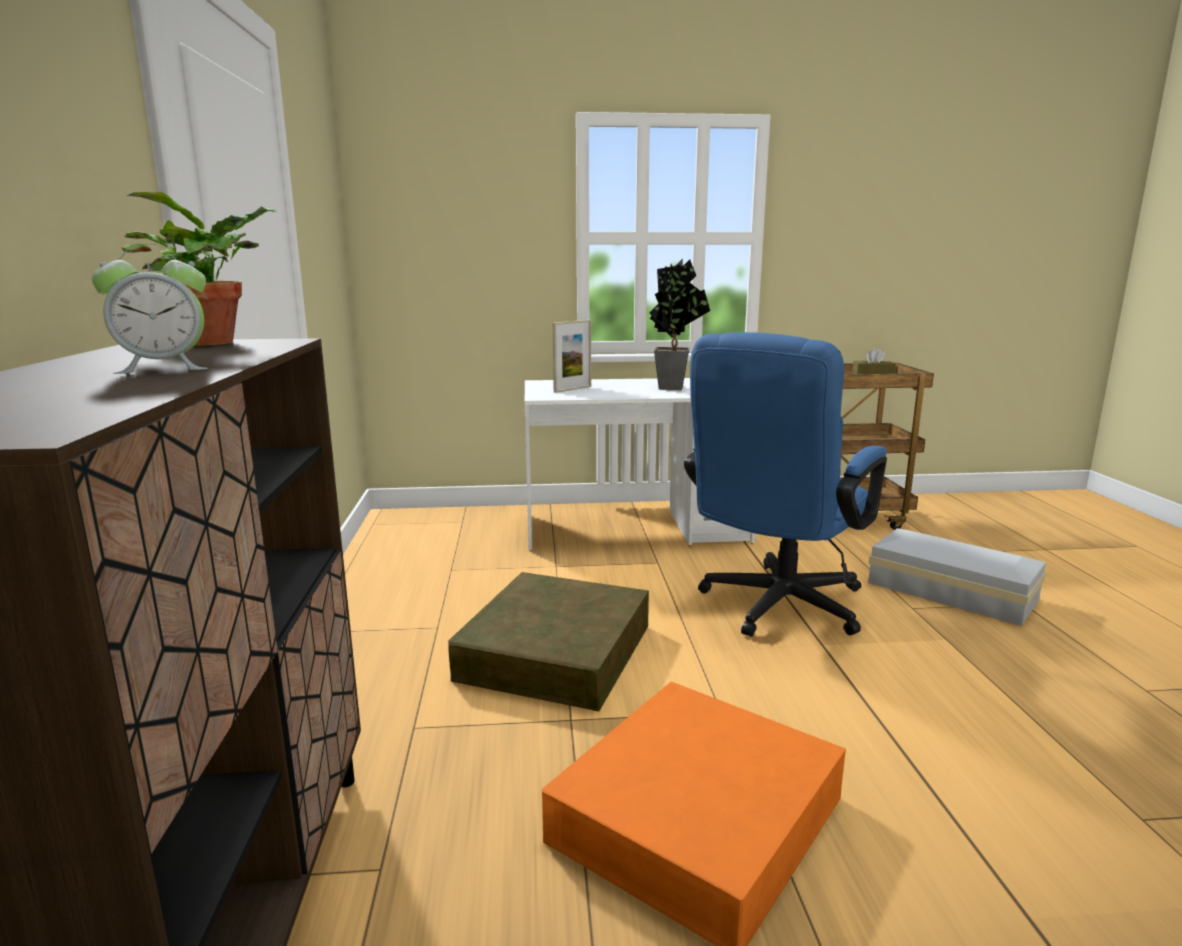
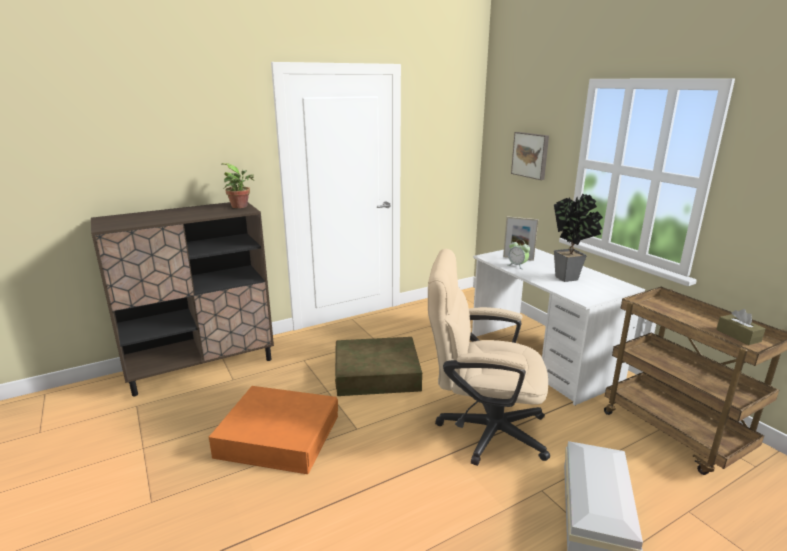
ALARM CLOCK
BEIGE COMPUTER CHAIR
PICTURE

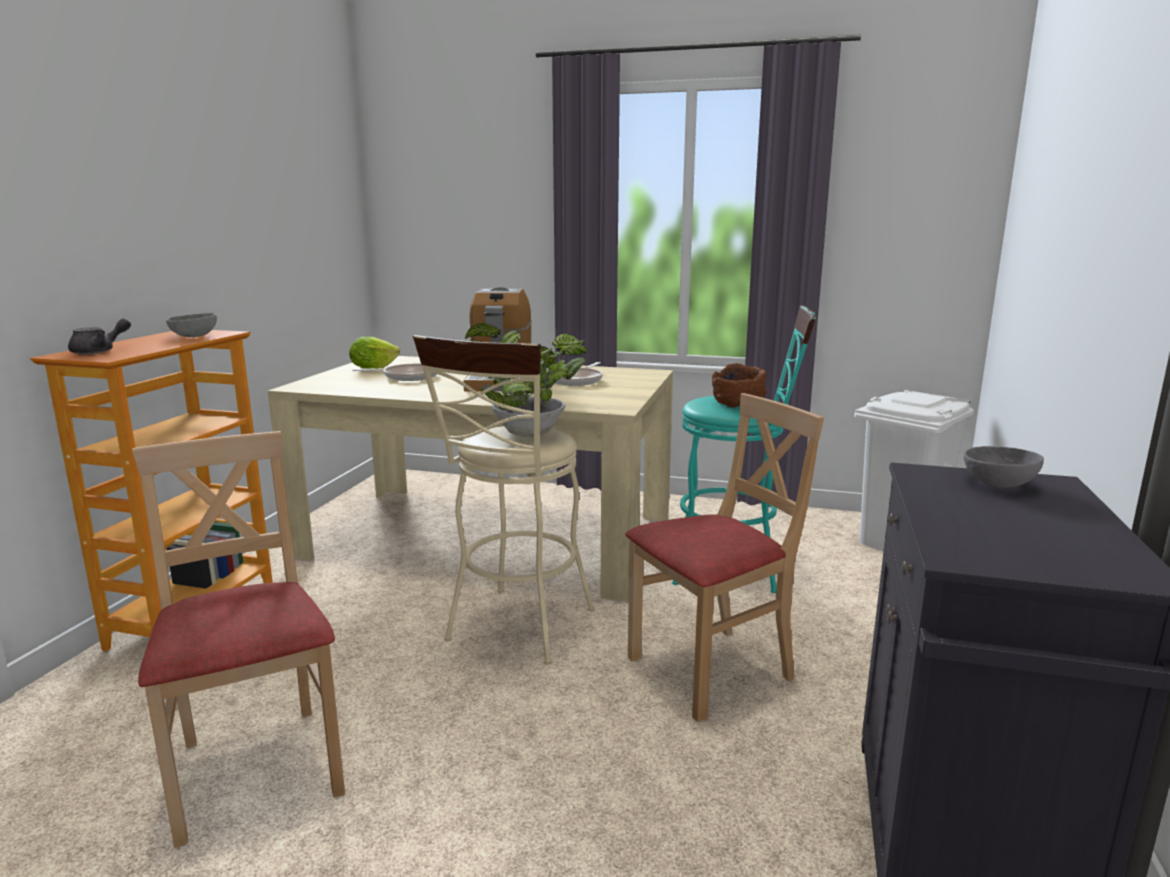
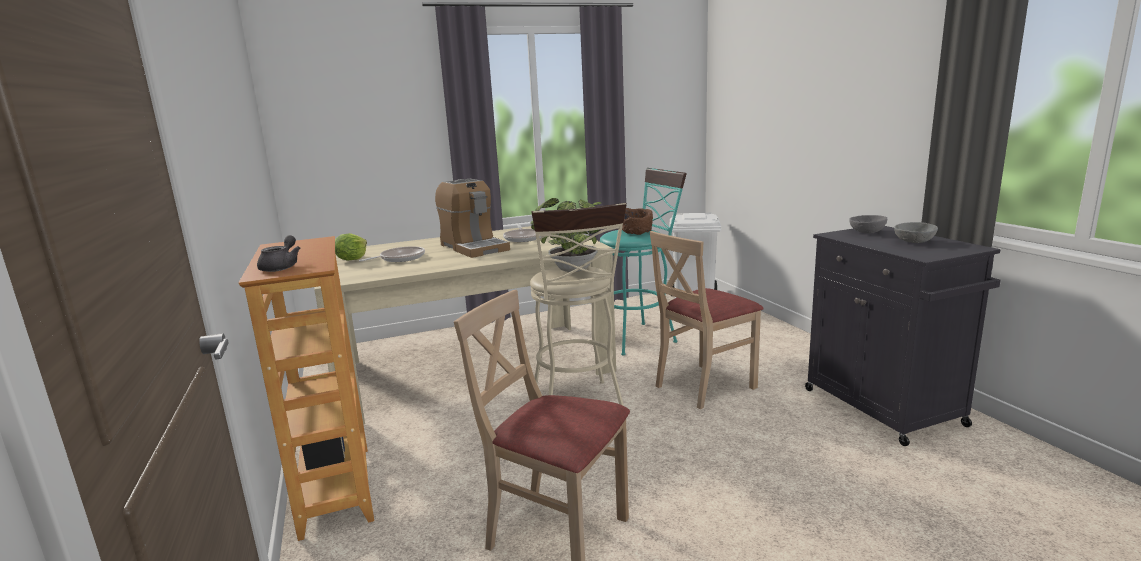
GRAY DEEP DISH (no. 2 from left)
BEIGE PLAIN CHAIR (no. 2 from left)

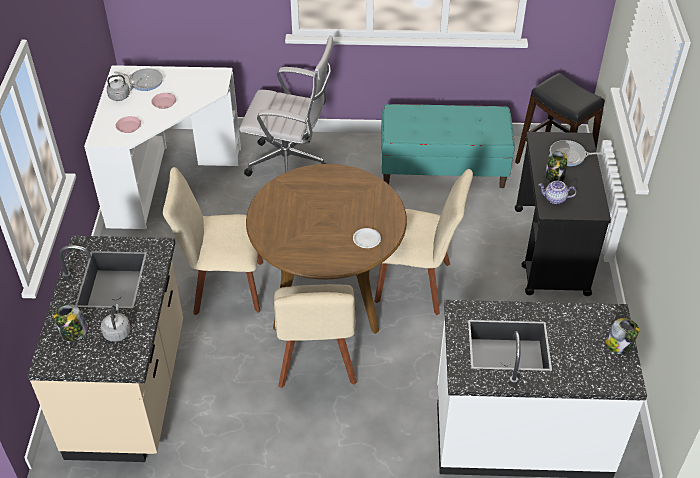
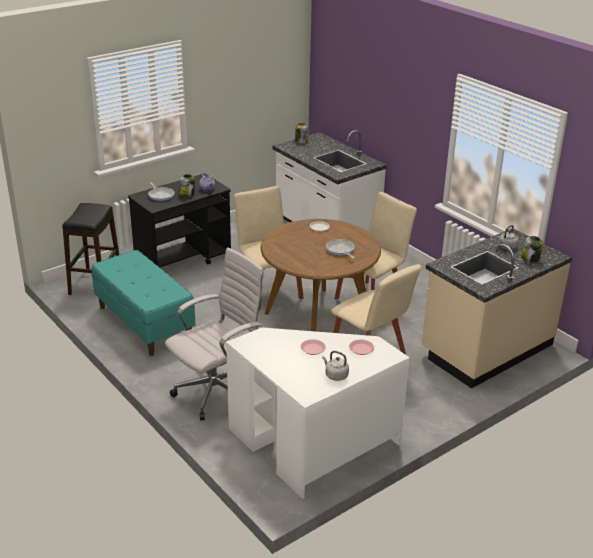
WHITE-COLOURED COMPUTER CHAIR
FRYING PAN (no. 2 from left)

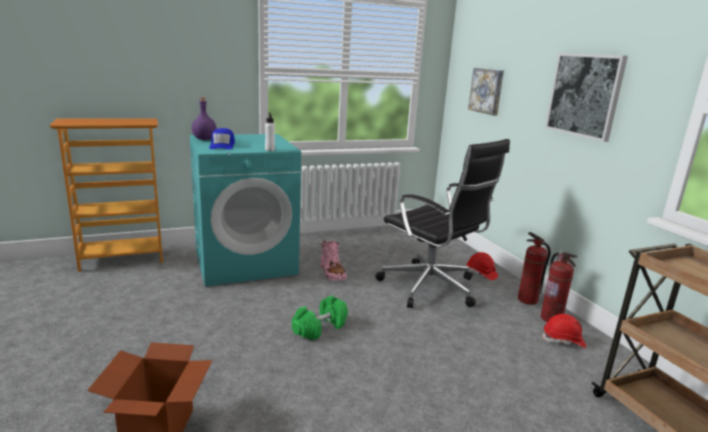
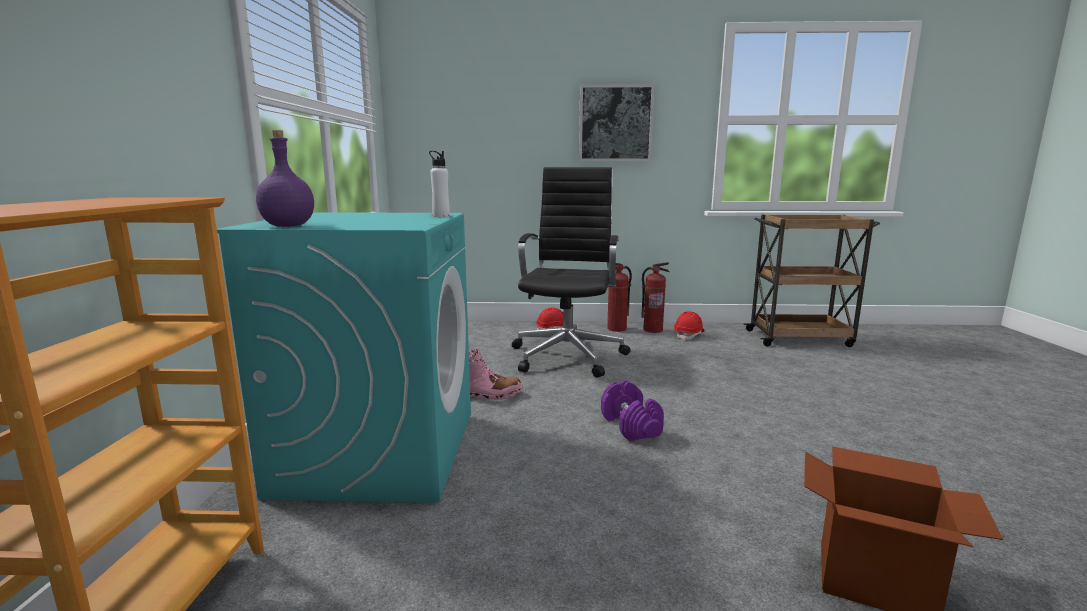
PICTURE (no. 1 from left in the first image)
BLUE PEAKED CAP
BLACKISH COMPUTER CHAIR
PURPLE-COLOURED FREE WEIGHT

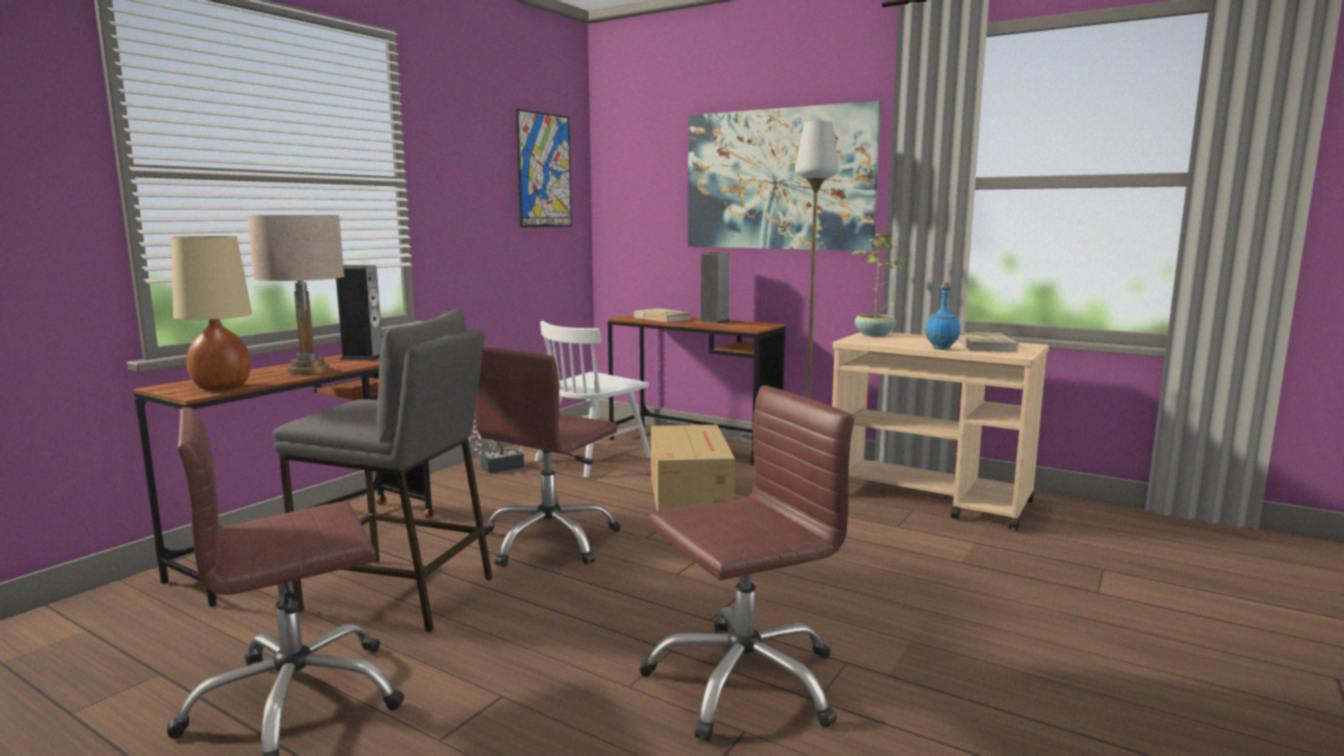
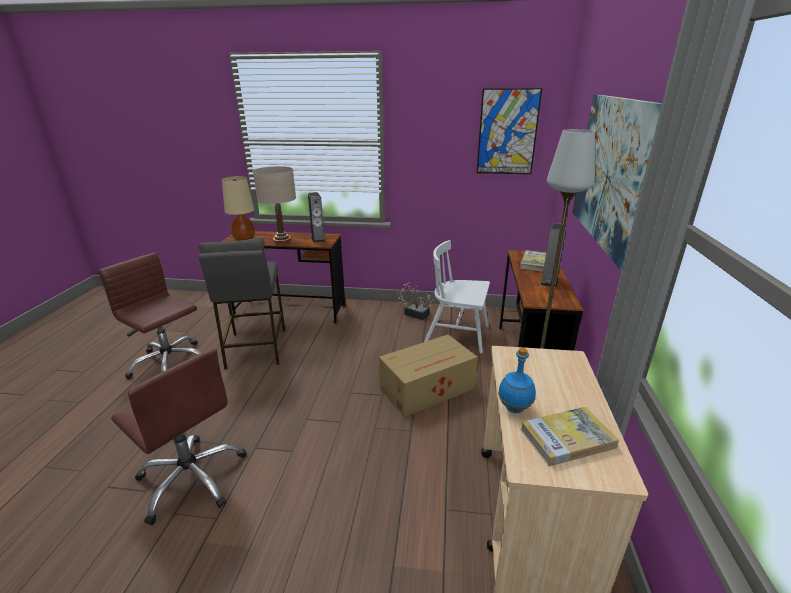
HOUSEPLANT (no. 2 from left in the first image)
BROWN-COLOURED COMPUTER CHAIR (no. 2 from left in the first image)

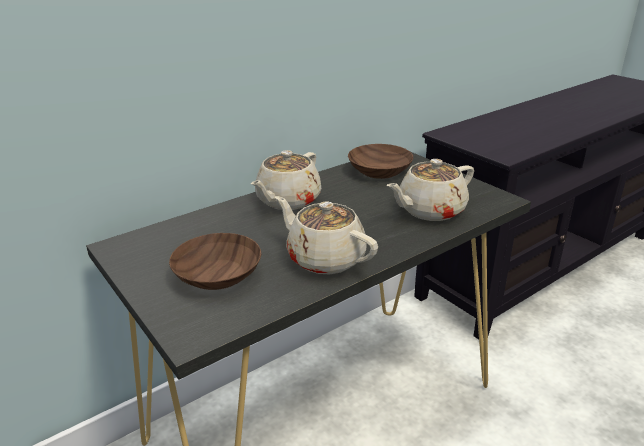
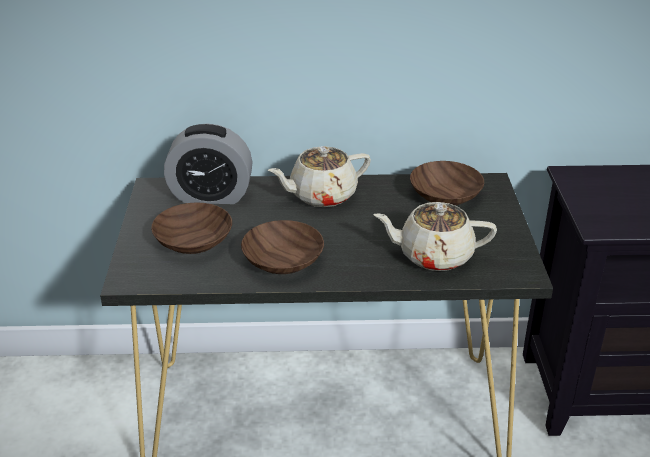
BROWN-COLOURED DEEP DISH (no. 2 from left)
ALARM CLOCK

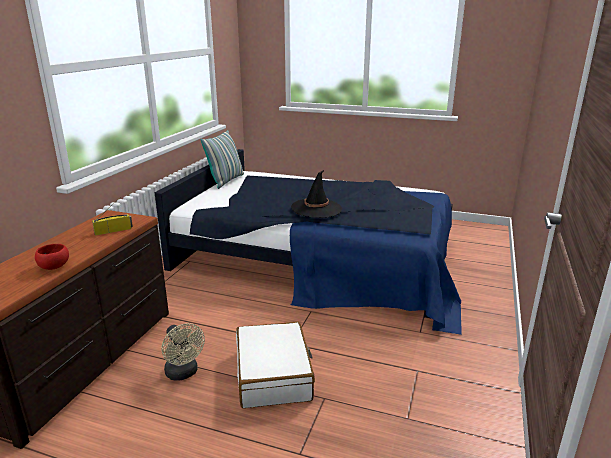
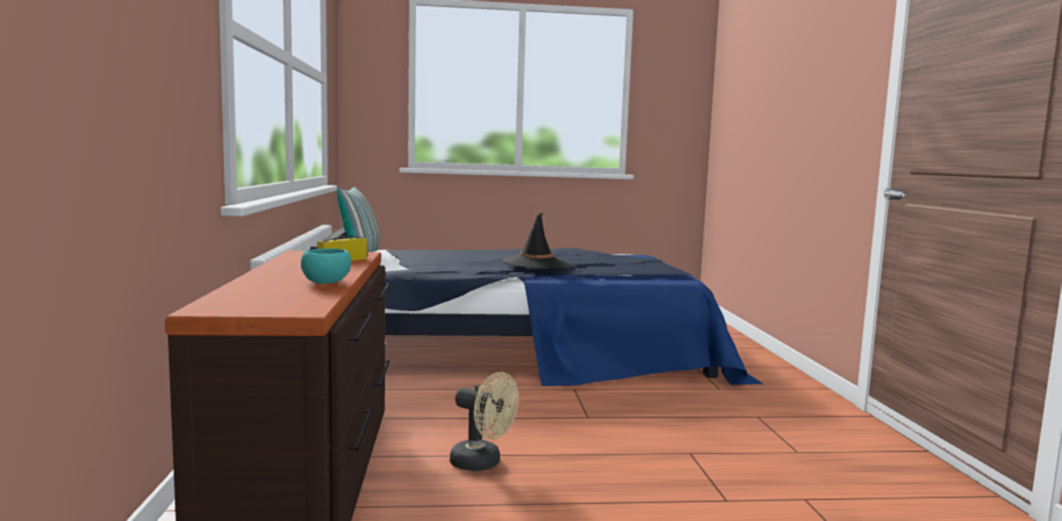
BLUE-GREEN DEEP DISH
WHITE-COLOURED PIECE OF LUGGAGE

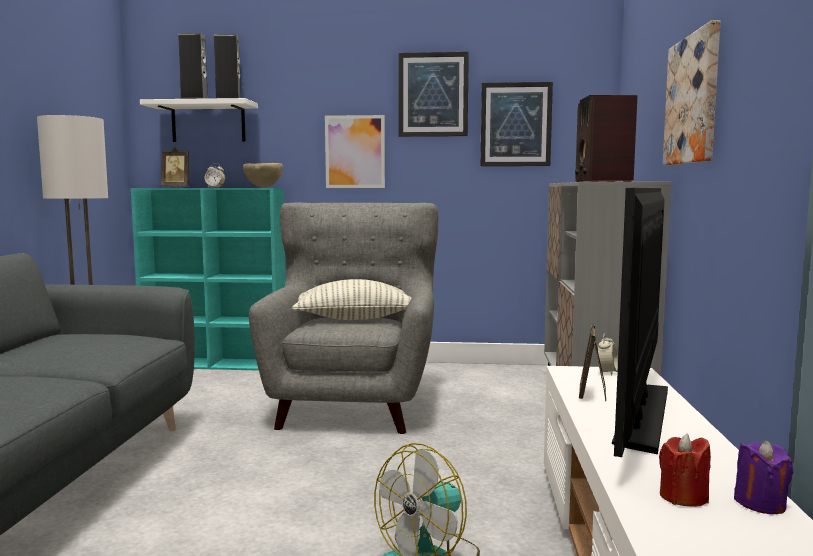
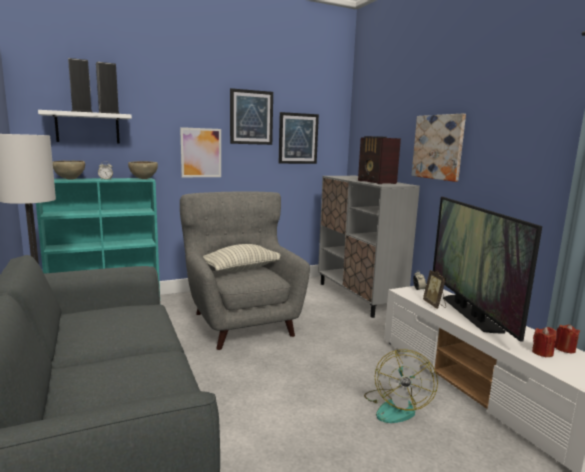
BROWN-COLOURED DEEP DISH (no. 1 from left)
RED-COLOURED WAX LIGHT (no. 2 from left)

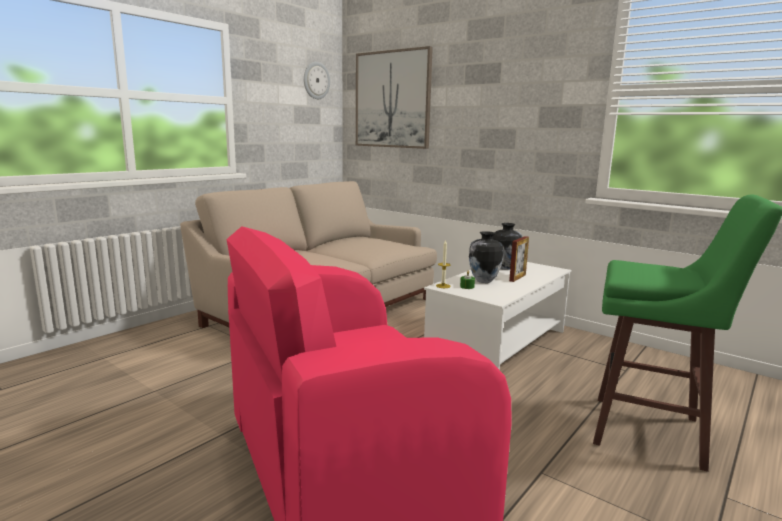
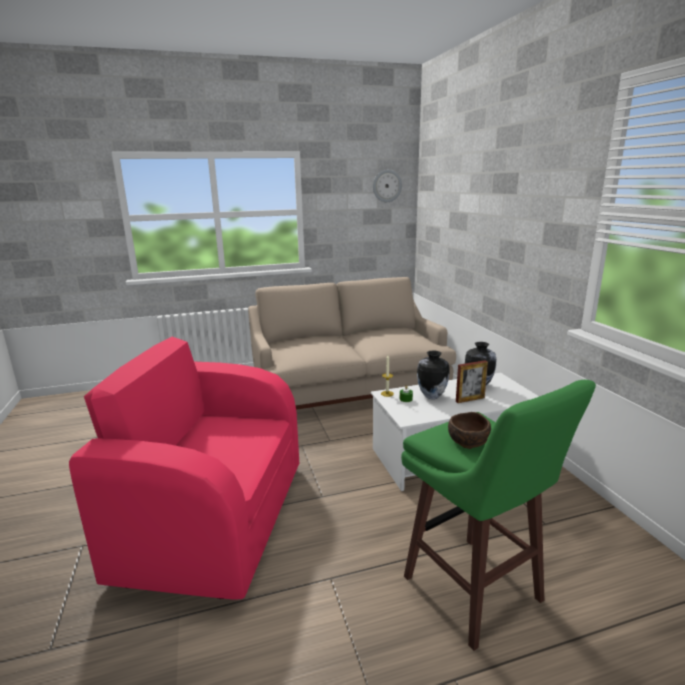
PICTURE
BROWN-COLOURED DEEP DISH

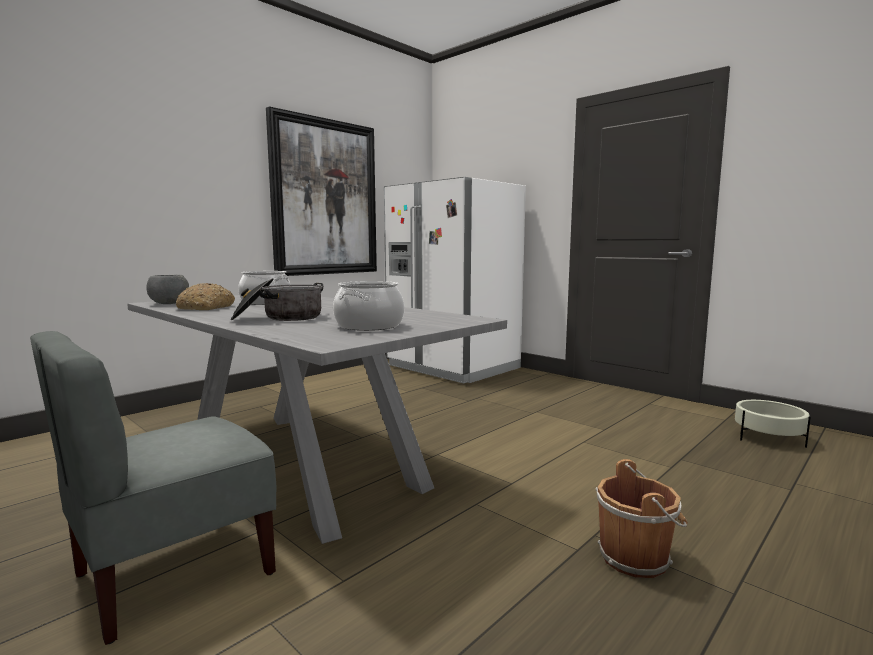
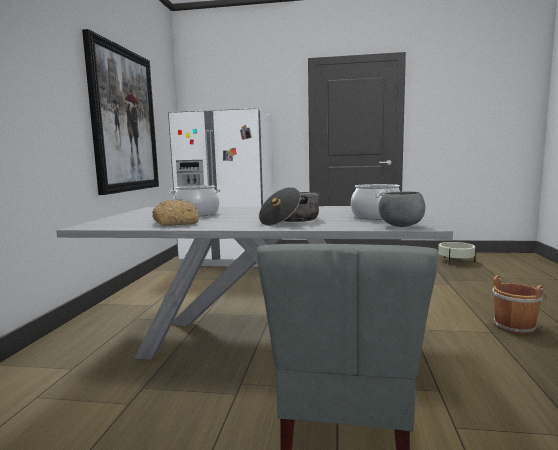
GRAY DEEP DISH

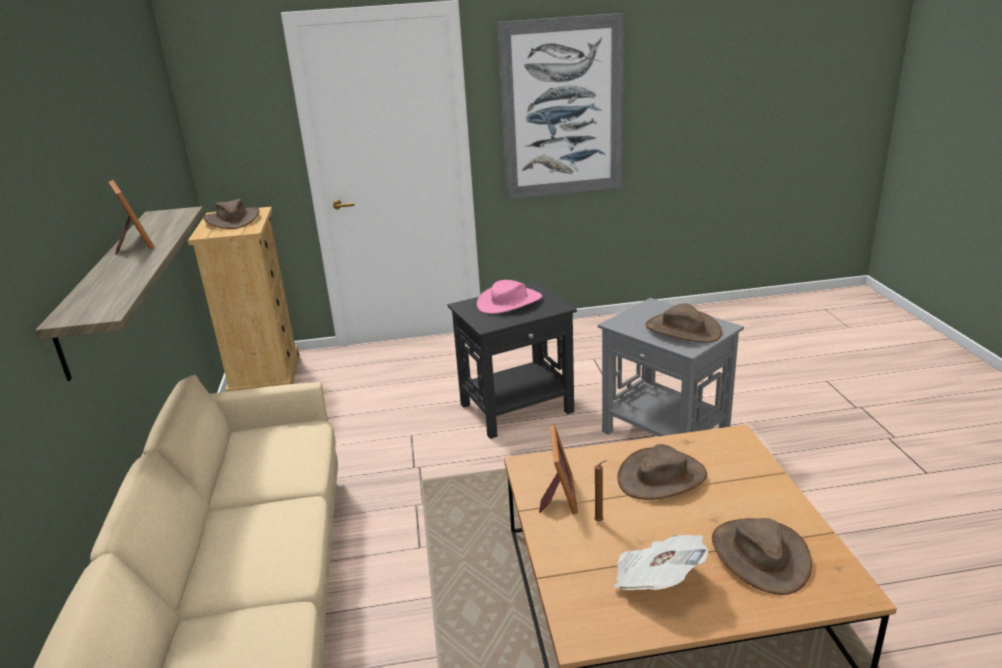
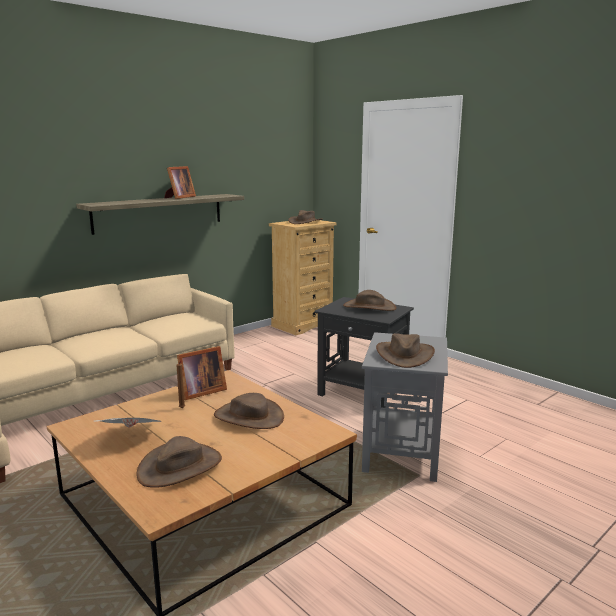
PICTURE
BROWN-COLOURED CLOTHING HAT (no. 4 from left)

